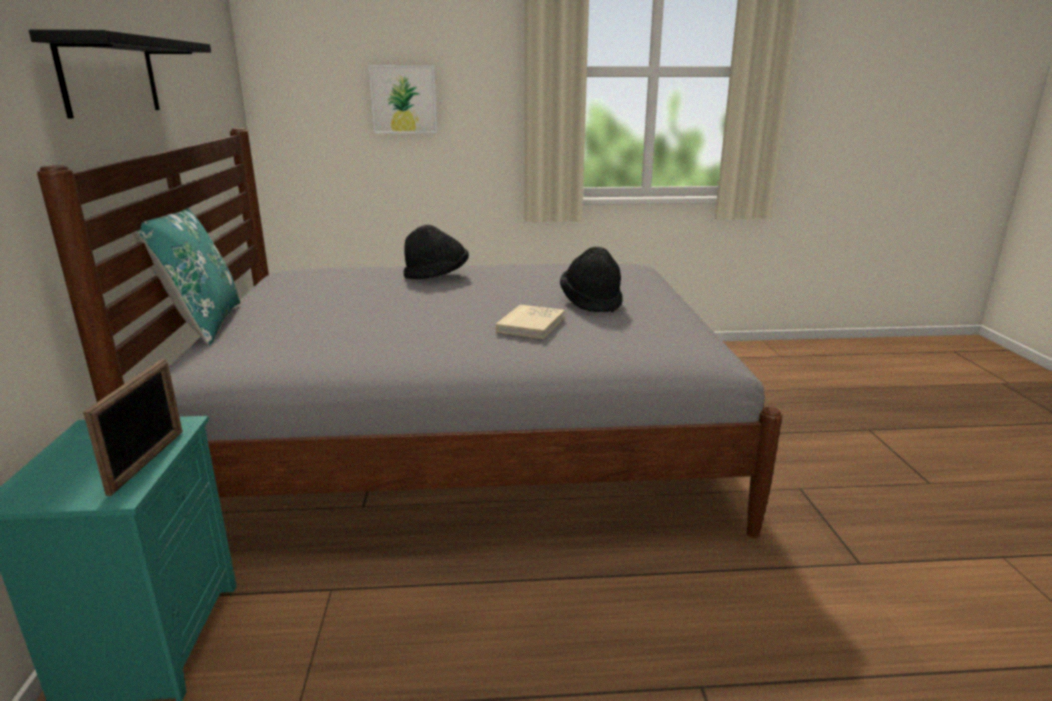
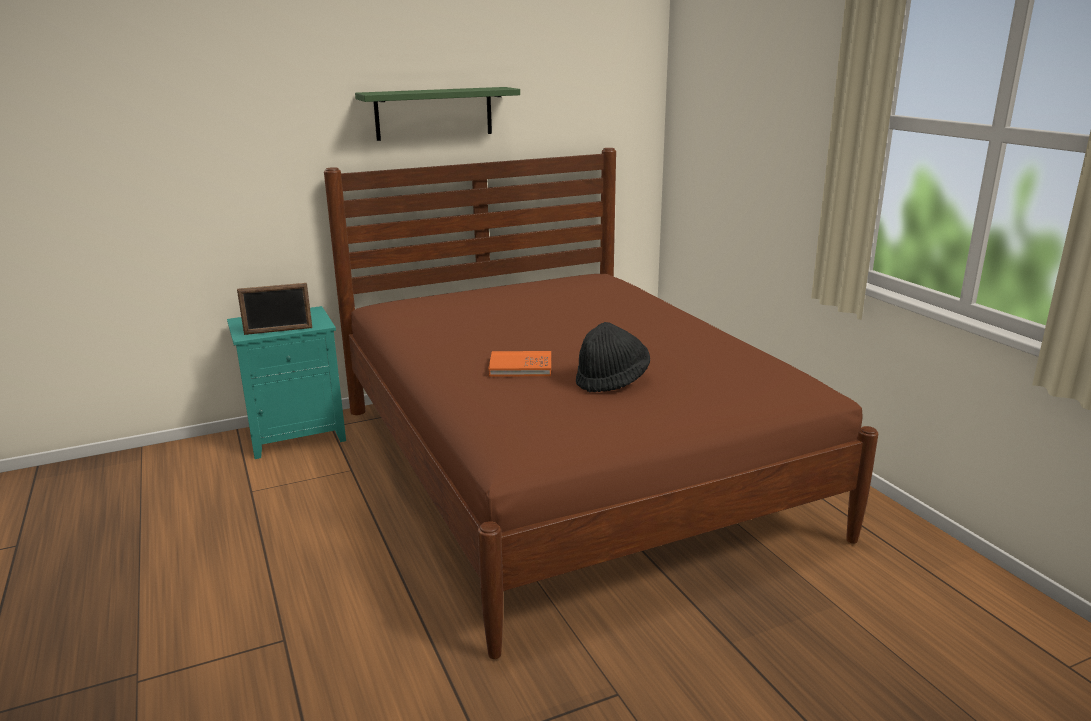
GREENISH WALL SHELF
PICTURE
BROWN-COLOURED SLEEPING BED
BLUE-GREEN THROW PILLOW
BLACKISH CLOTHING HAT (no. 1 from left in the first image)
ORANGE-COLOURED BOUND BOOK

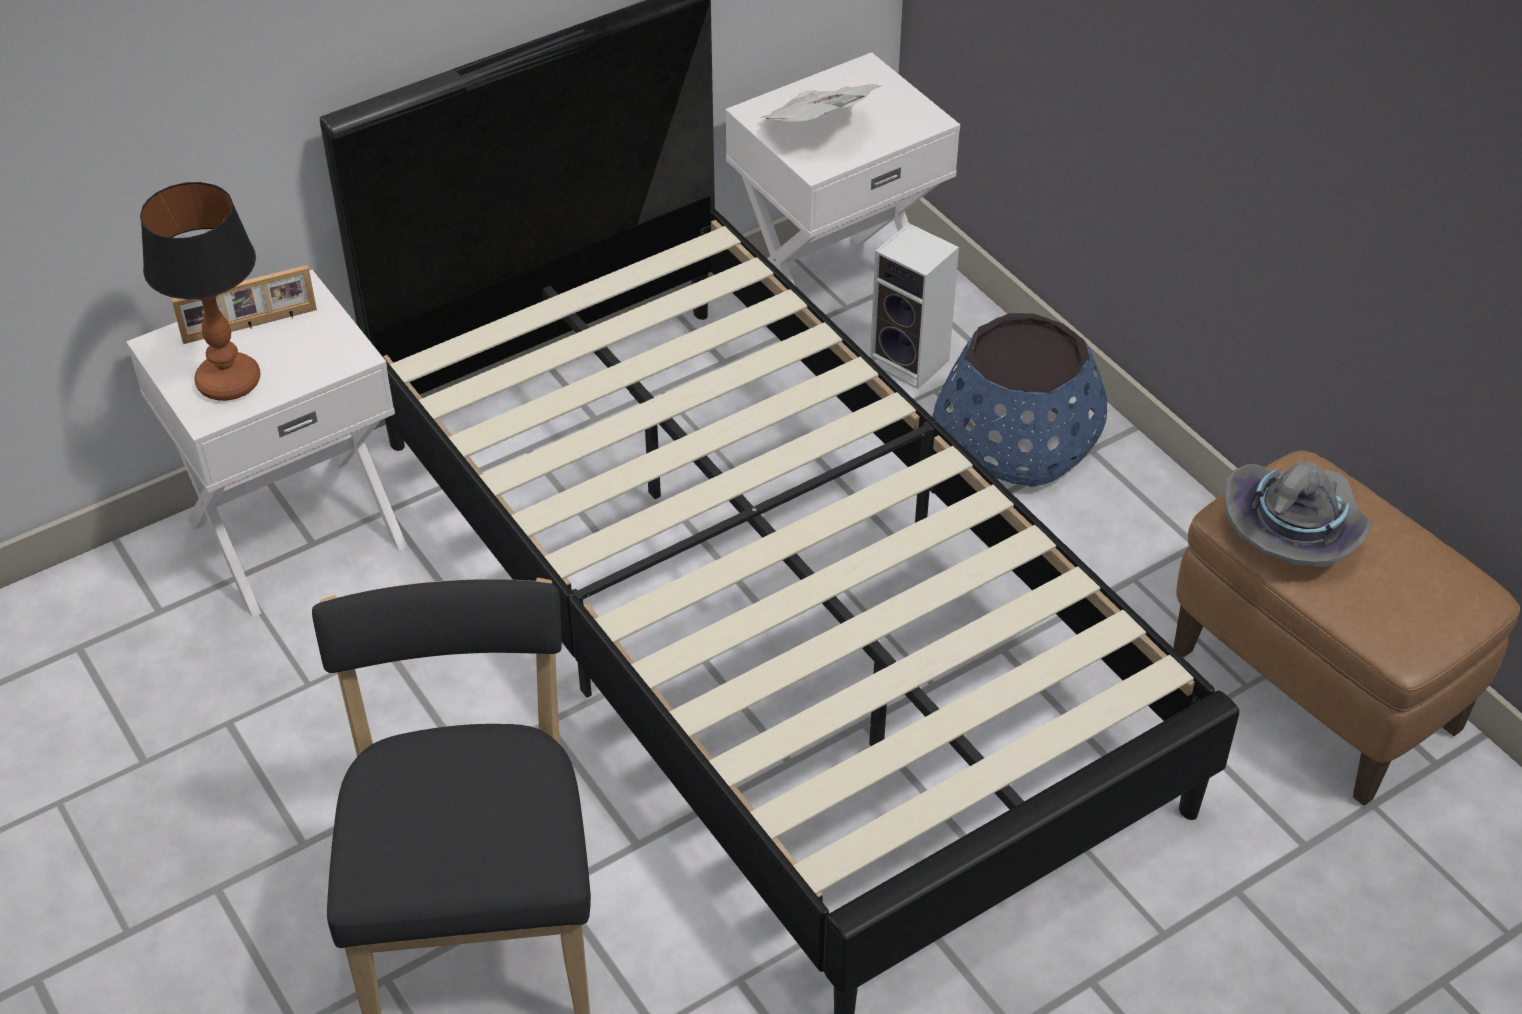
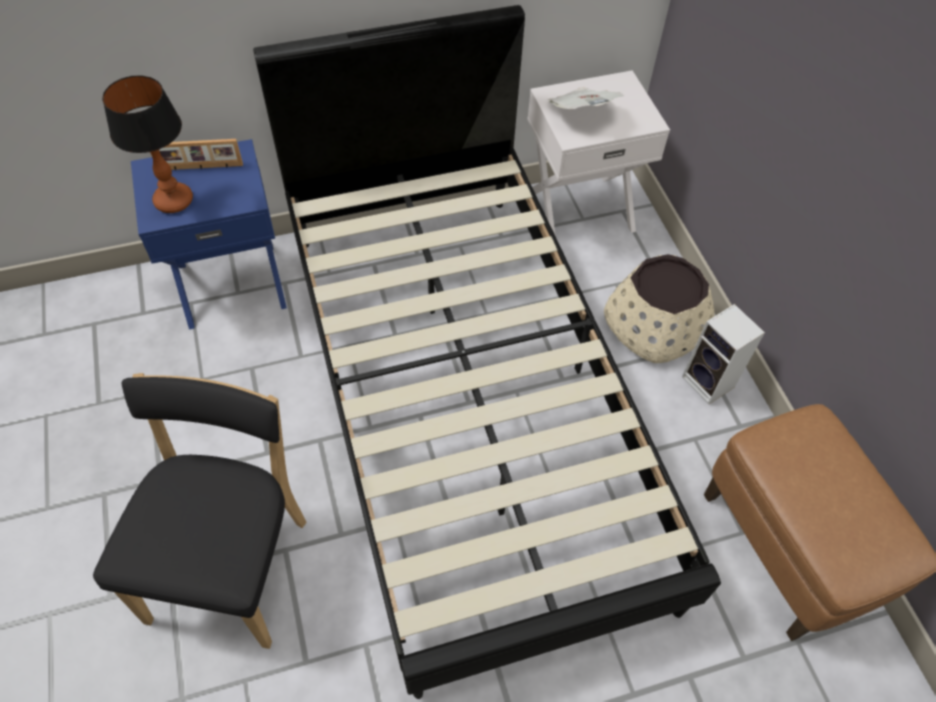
LOUDSPEAKER
BLUE NIGHT TABLE
BEIGE PLANT POT
GRAY CLOTHING HAT

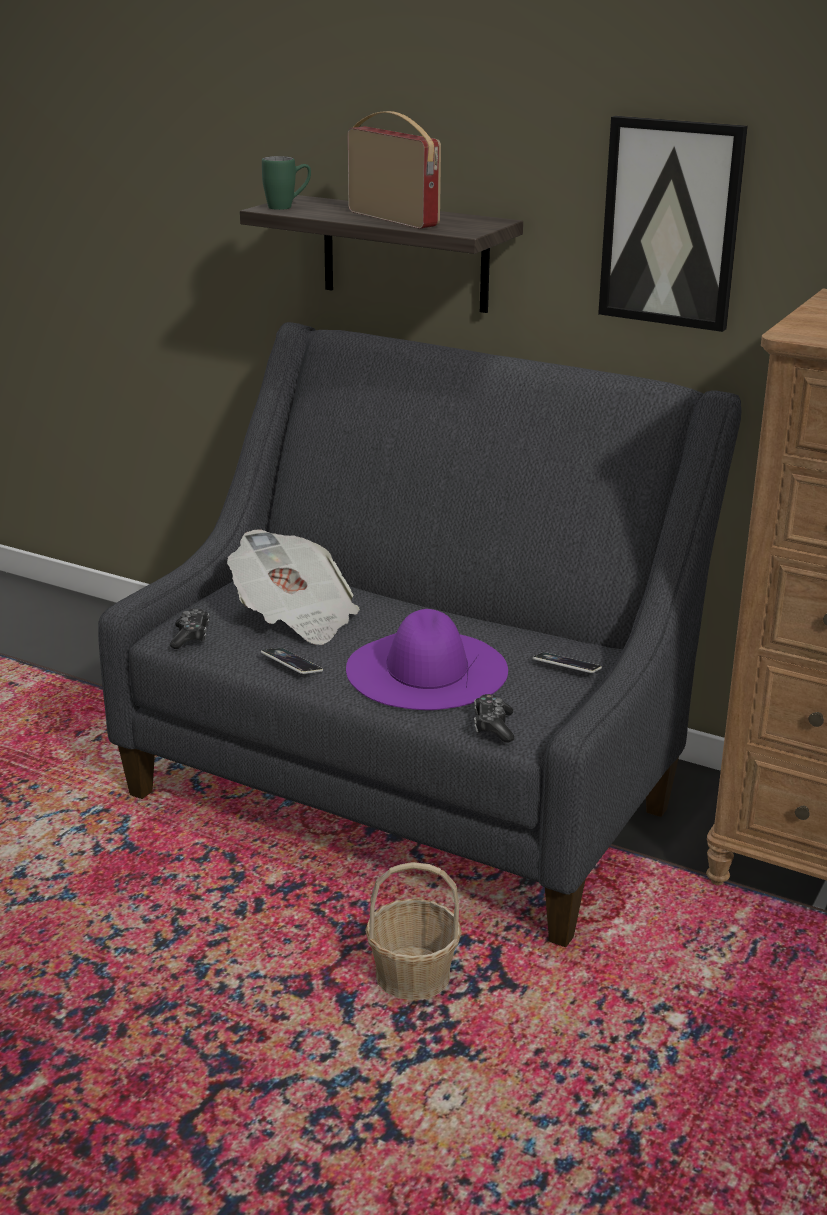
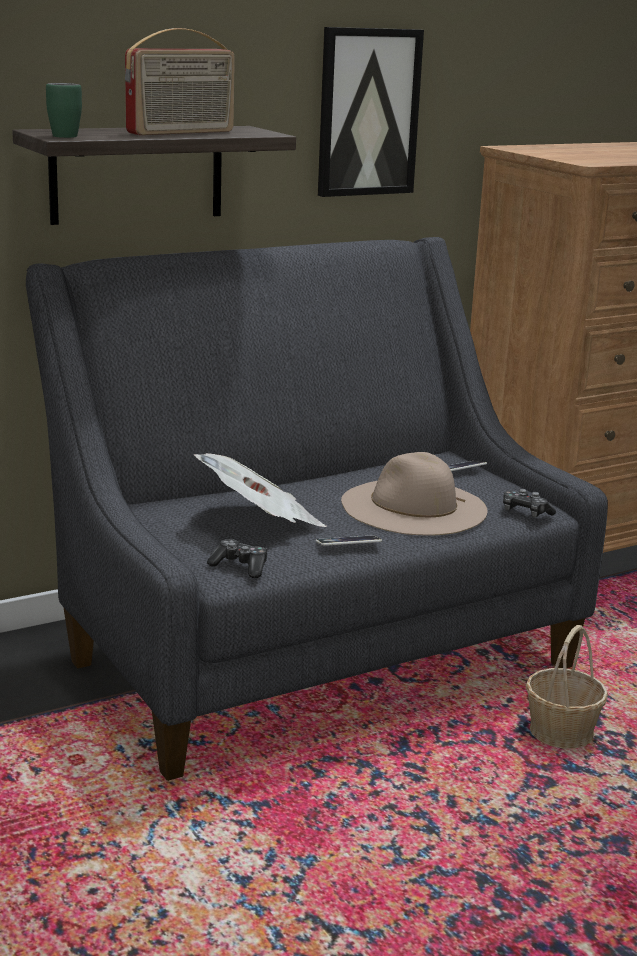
RADIO SET
BEIGE CLOTHING HAT

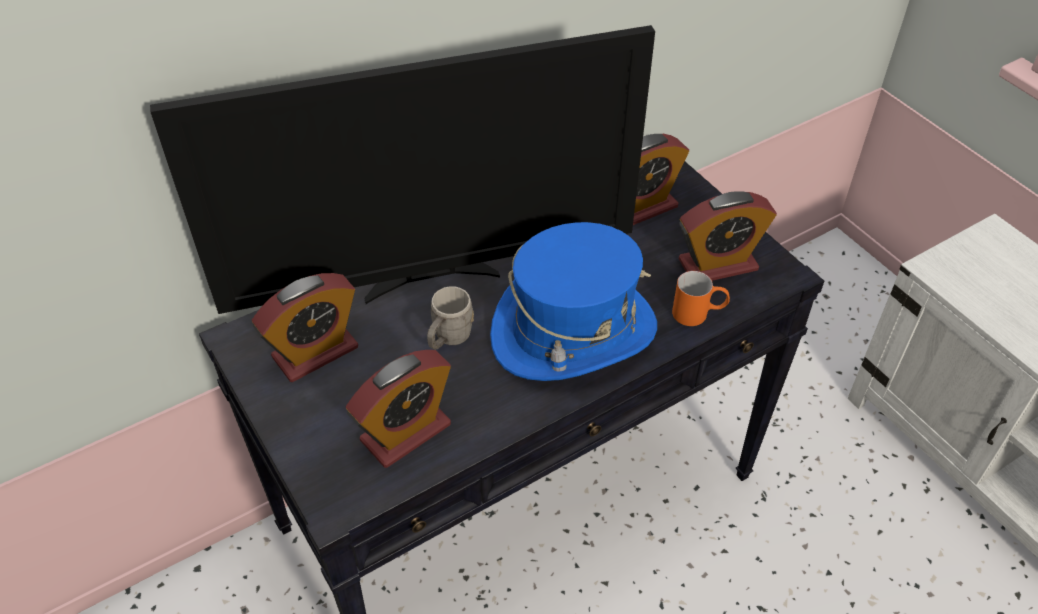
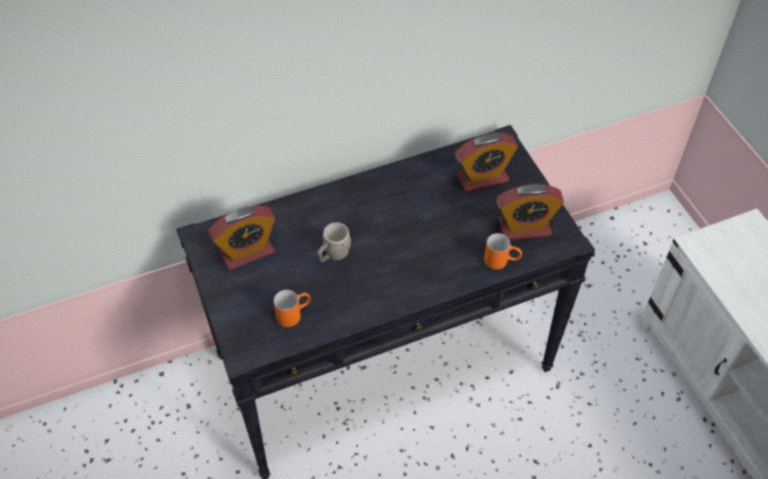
TV SET
BLUE CLOTHING HAT
ORANGE-COLOURED TEA MUG (no. 1 from left)

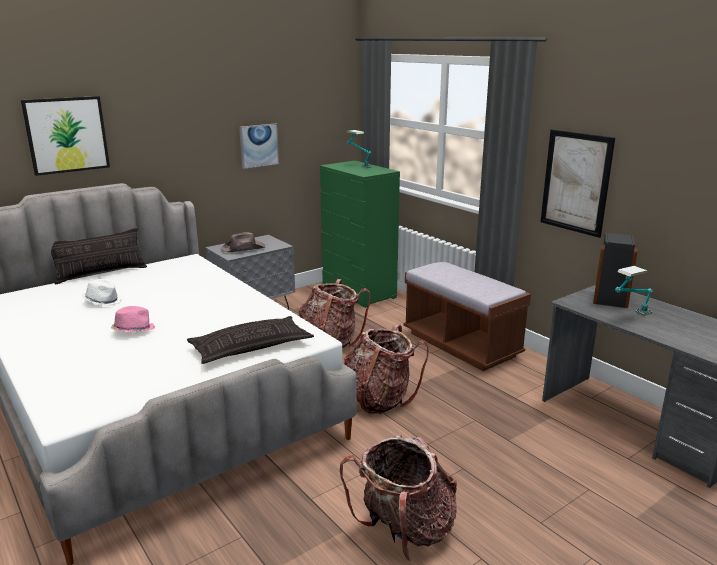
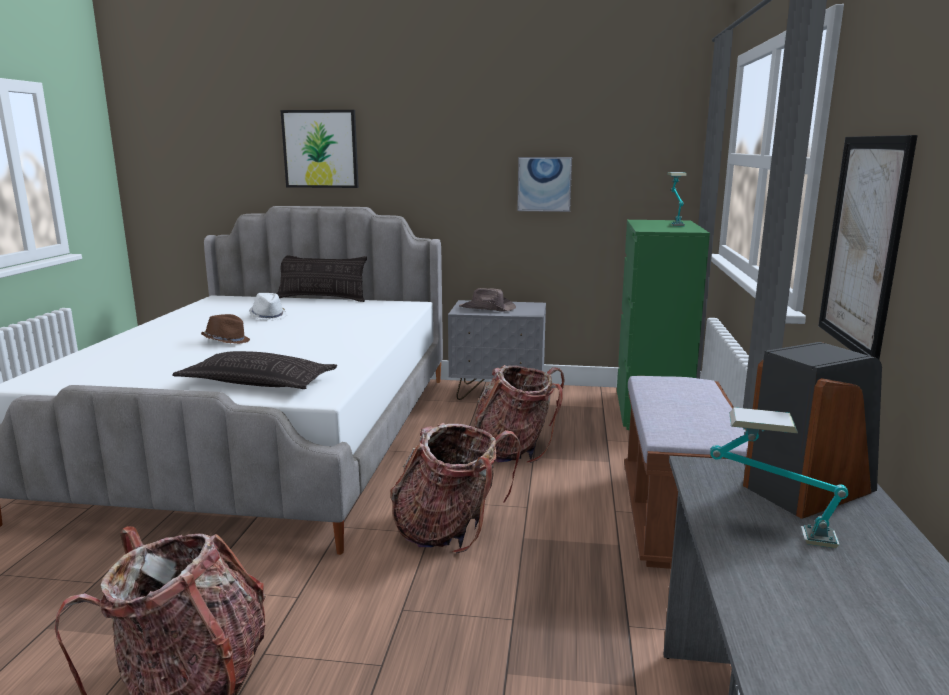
BROWN-COLOURED CLOTHING HAT (no. 1 from left)

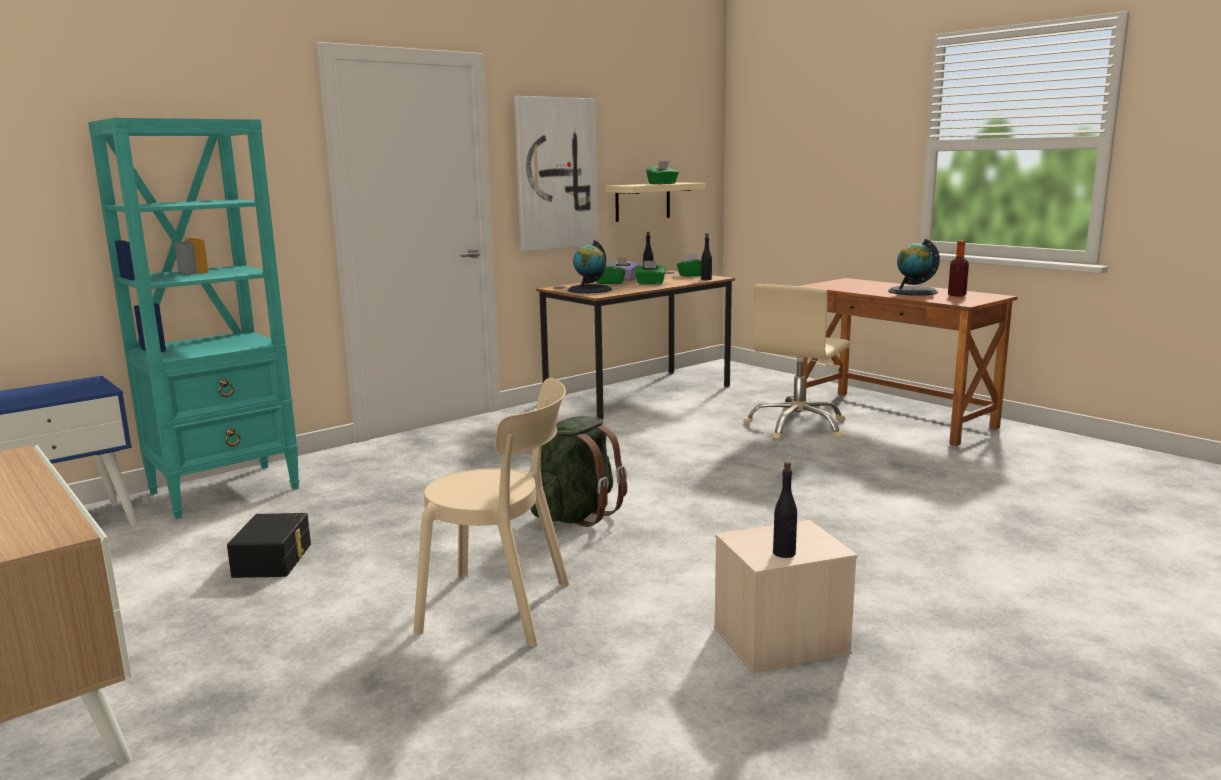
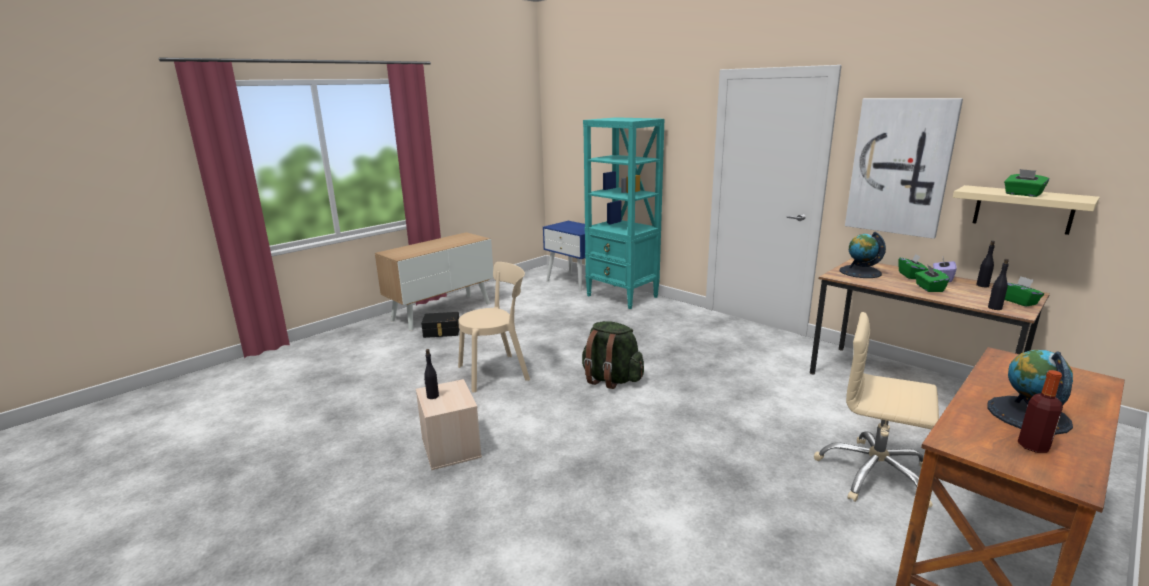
BEIGE PLAIN CHAIR
BLACKISH STORAGE CONTAINER

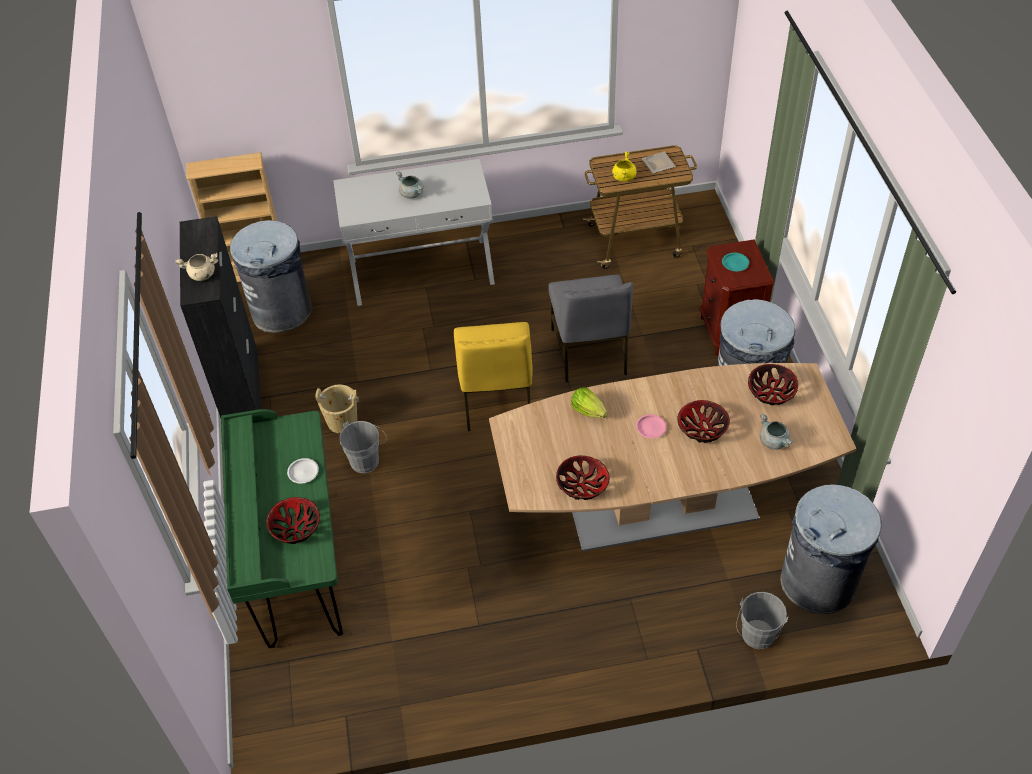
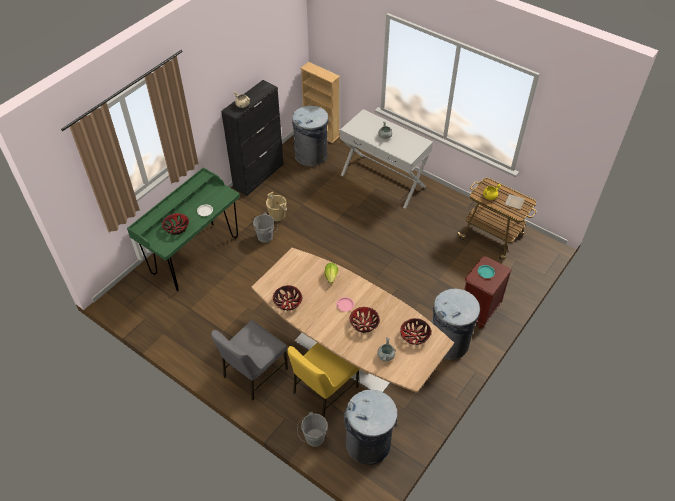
GRAY PLAIN CHAIR
YELLOW-COLOURED PLAIN CHAIR

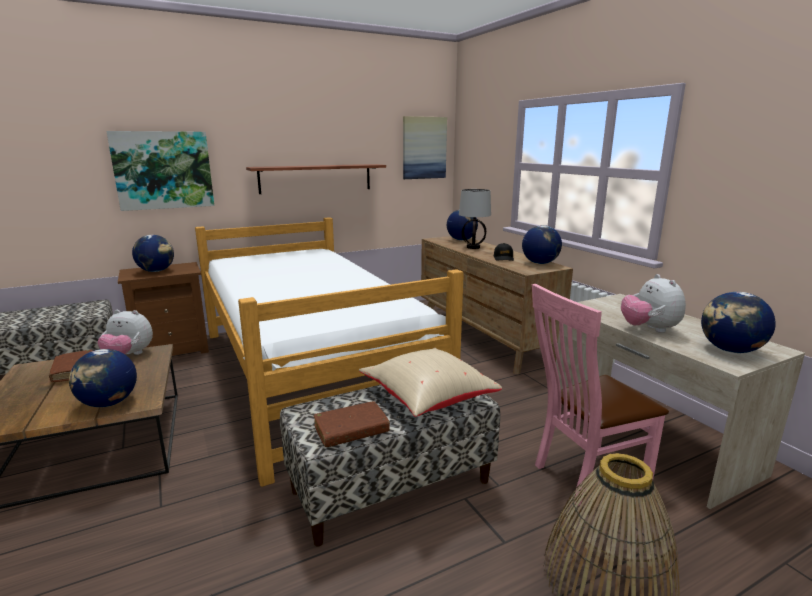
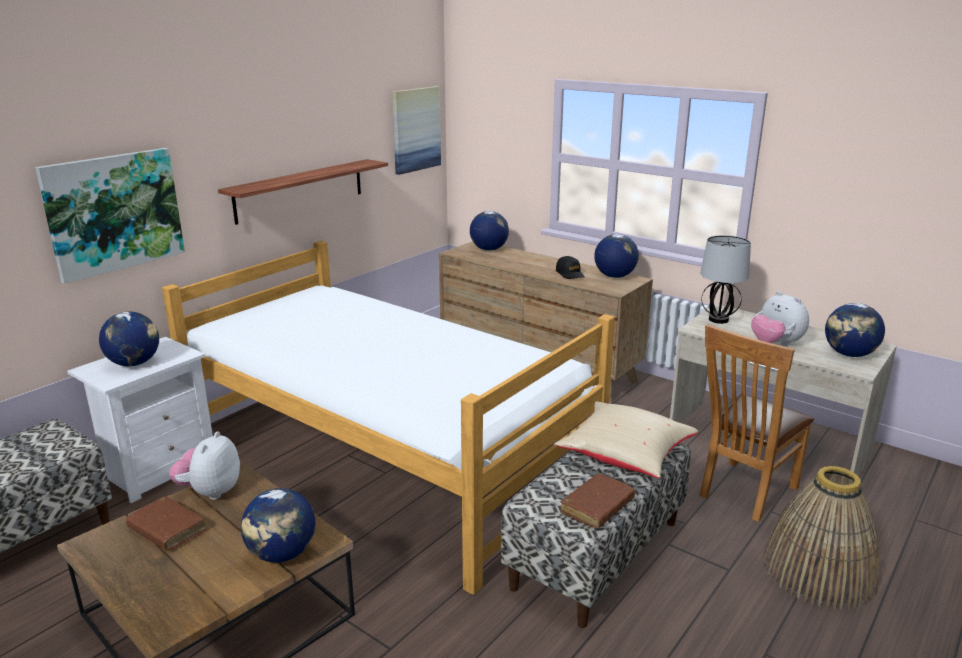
TABLE LAMP
WHITE-COLOURED NIGHT TABLE
BROWN-COLOURED PLAIN CHAIR
PLUSH TOY (no. 1 from left)

